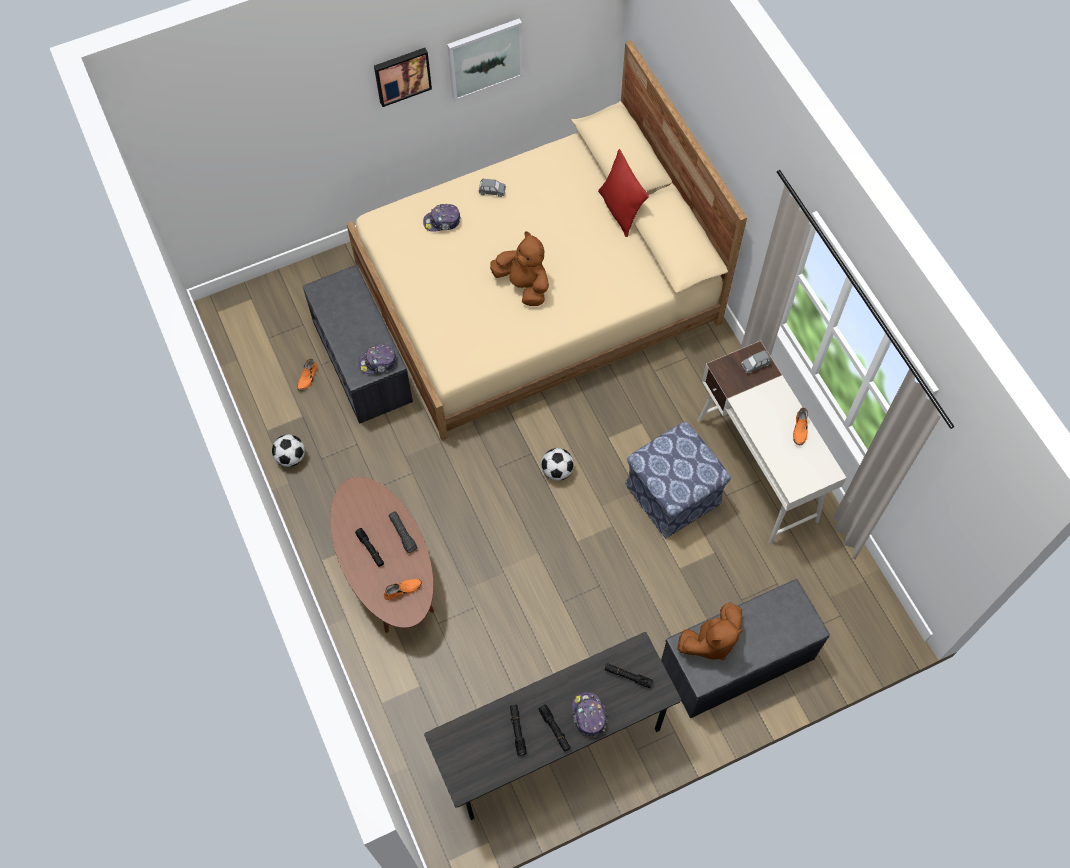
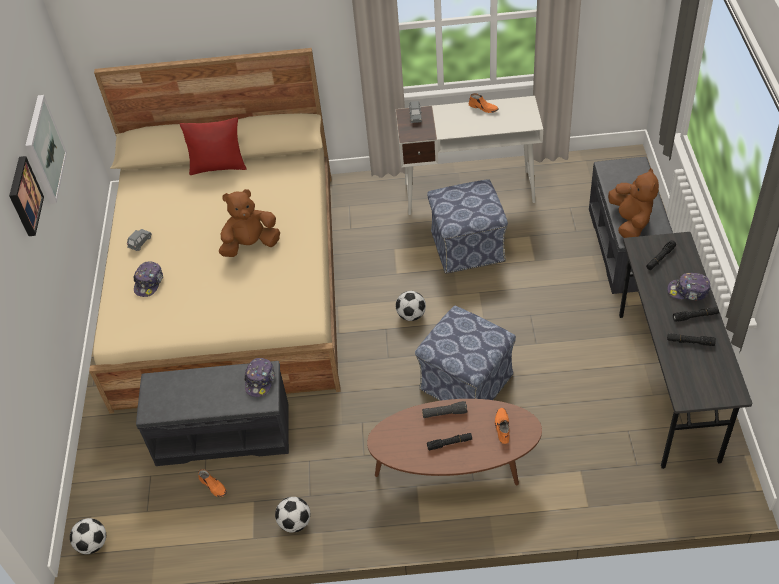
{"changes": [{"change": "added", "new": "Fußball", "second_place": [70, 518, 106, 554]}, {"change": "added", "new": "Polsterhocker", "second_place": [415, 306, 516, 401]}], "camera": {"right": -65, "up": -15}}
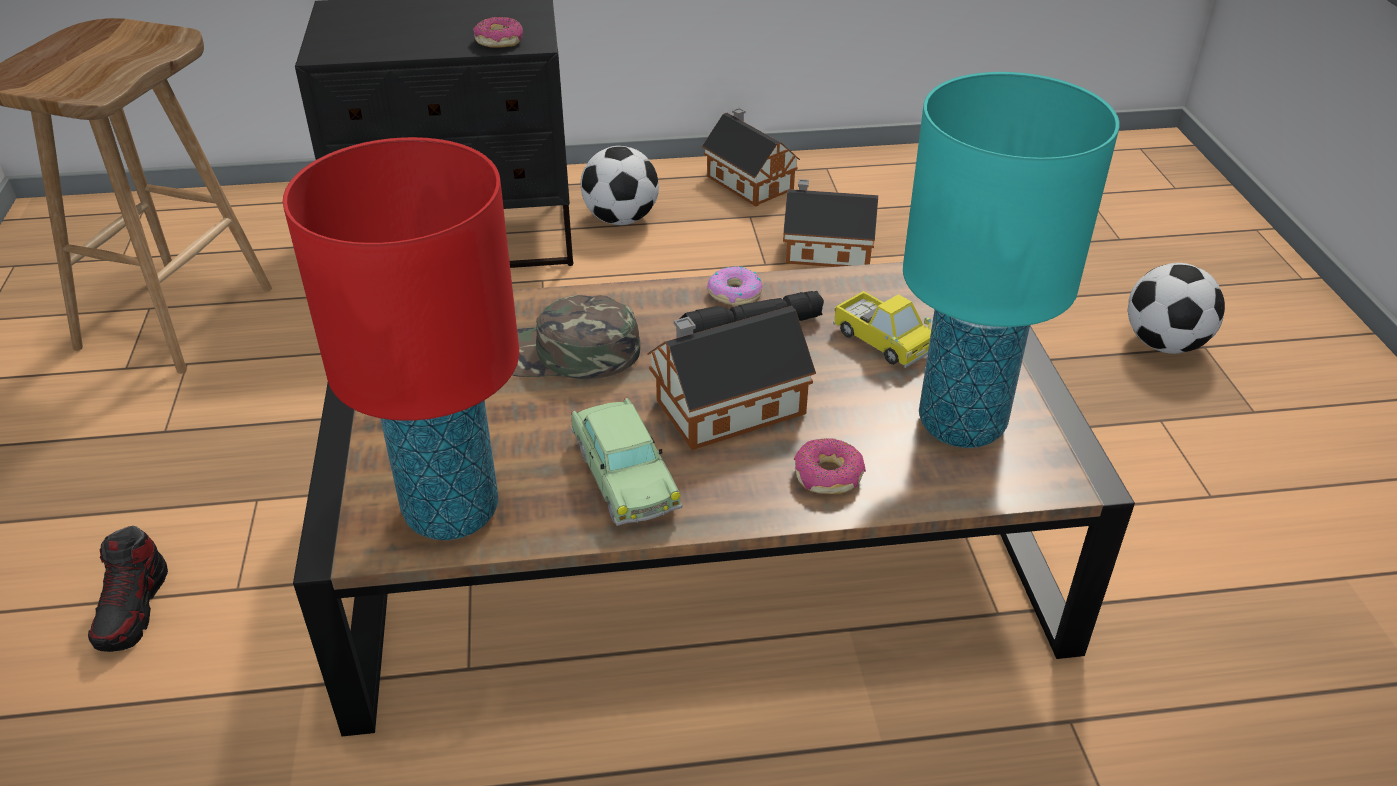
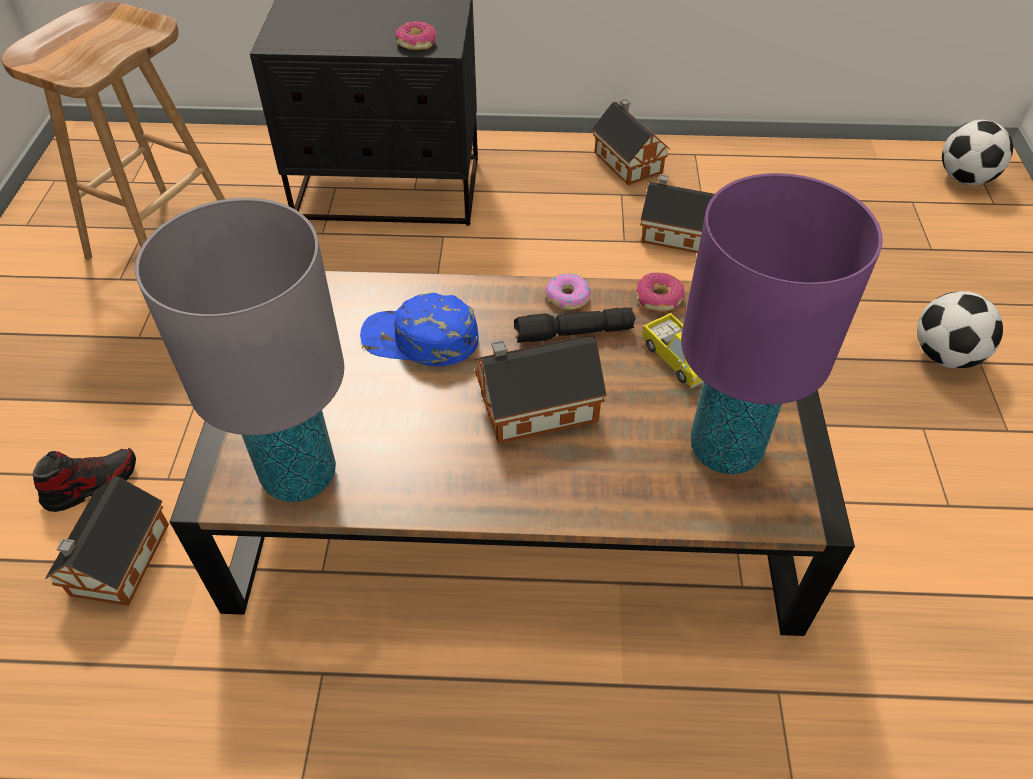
{"changes": [{"change": "turned", "old": "Schuh", "first_place": [88, 526, 168, 652], "second_place": [33, 448, 136, 512], "degrees": -135}, {"change": "recoloured", "old": "Tischlampe/rot", "new": "Tischlampe/grau", "first_place": [283, 137, 519, 541], "second_place": [135, 198, 344, 502]}, {"change": "recoloured", "old": "Kappe/grün", "new": "Kappe/blau", "first_place": [512, 295, 640, 379], "second_place": [360, 293, 479, 366]}, {"change": "removed", "old": "Spielzeugauto", "first_place": [571, 398, 682, 526]}, {"change": "moved", "old": "Fußball", "first_place": [581, 146, 659, 225], "second_place": [942, 120, 1013, 185]}, {"change": "moved", "old": "Donut", "first_place": [794, 438, 866, 494], "second_place": [636, 273, 685, 311]}, {"change": "recoloured", "old": "Tischlampe/türkis", "new": "Tischlampe/lila", "first_place": [903, 72, 1120, 448], "second_place": [681, 173, 883, 474]}, {"change": "added", "new": "Spielzeughaus", "second_place": [45, 477, 169, 606]}], "camera": {"right": 10, "up": 10}}
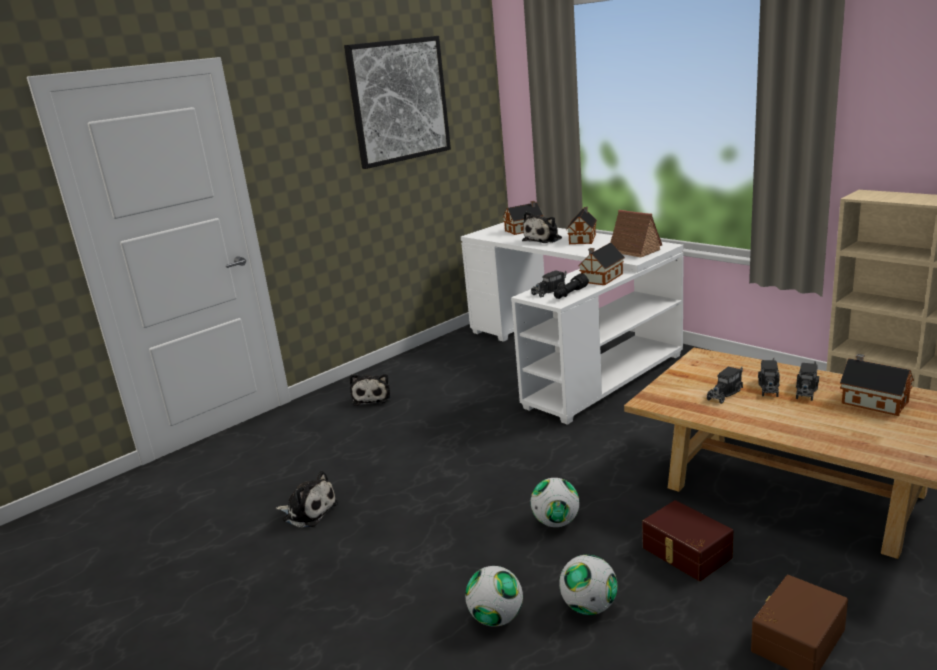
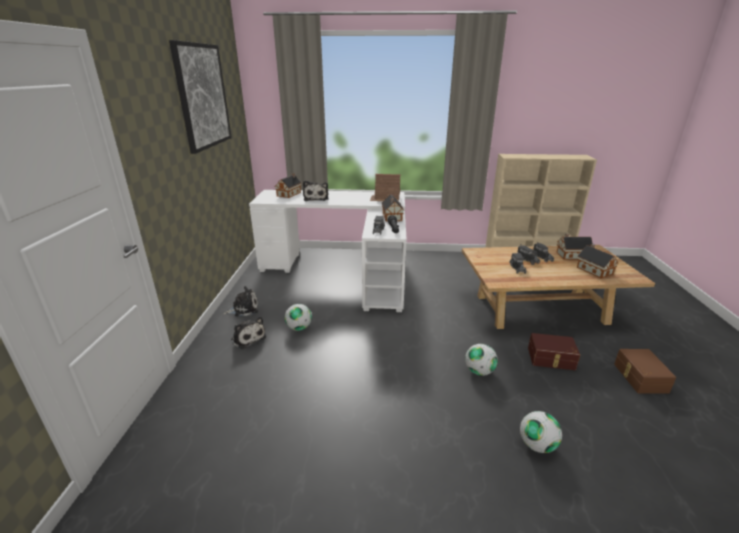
{"changes": [{"change": "moved", "old": "Plüschtier", "first_place": [276, 471, 338, 527], "second_place": [223, 286, 258, 316]}, {"change": "moved", "old": "Fußball", "first_place": [559, 555, 618, 615], "second_place": [285, 304, 312, 331]}, {"change": "moved", "old": "Spielzeughaus", "first_place": [566, 207, 597, 244], "second_place": [577, 244, 618, 279]}], "camera": {"right": -45, "up": 5}}
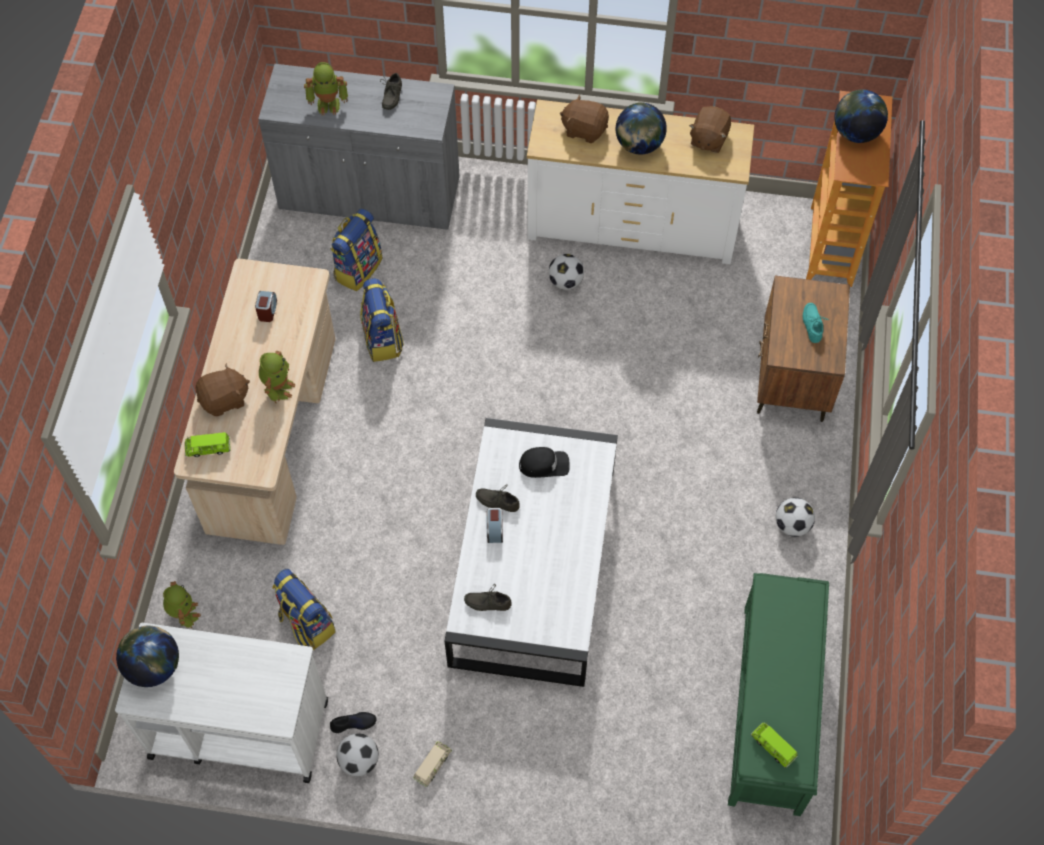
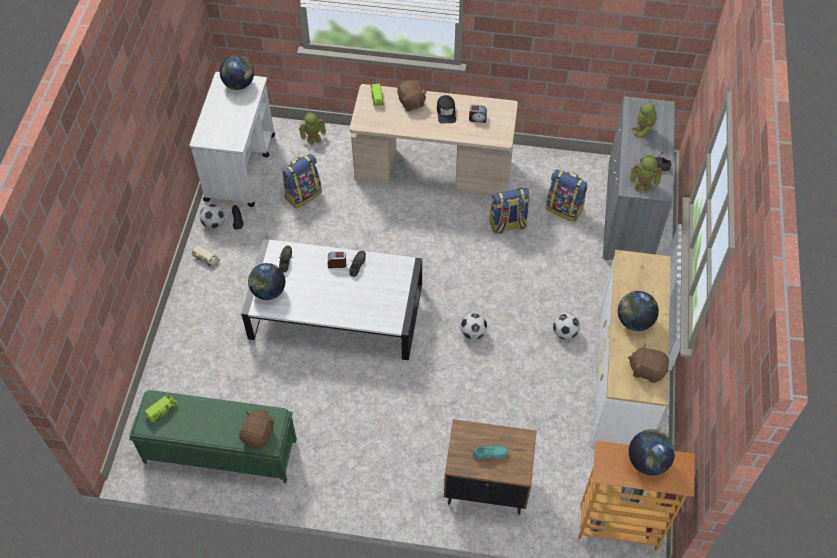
{"changes": [{"change": "moved", "old": "Spielzeugroboter", "first_place": [259, 351, 296, 403], "second_place": [629, 155, 663, 193]}, {"change": "moved", "old": "Kappe/schwarz", "first_place": [519, 447, 570, 478], "second_place": [437, 95, 456, 124]}, {"change": "moved", "old": "Plüschtier/braun", "first_place": [560, 95, 609, 143], "second_place": [239, 410, 274, 447]}, {"change": "moved", "old": "Fußball", "first_place": [776, 498, 815, 537], "second_place": [460, 313, 487, 340]}, {"change": "added", "new": "Globus", "second_place": [248, 263, 285, 300]}], "camera": {"right": 90, "up": -5}}
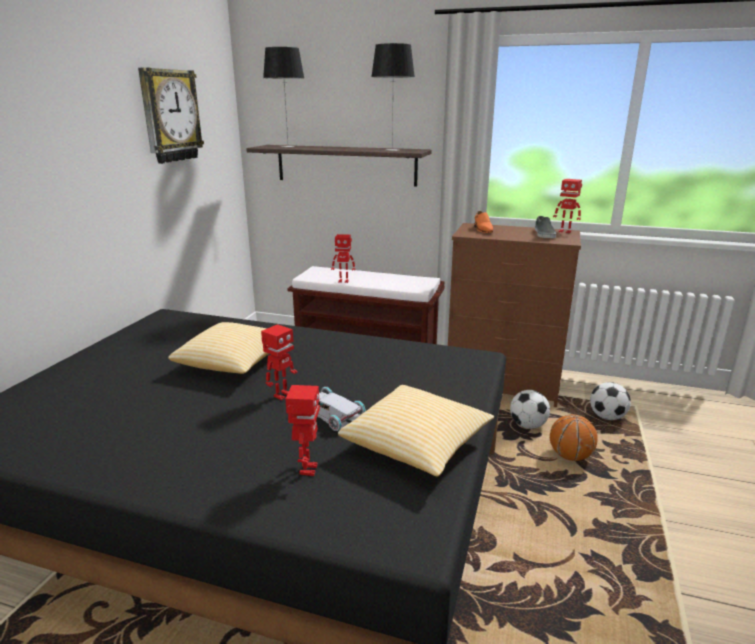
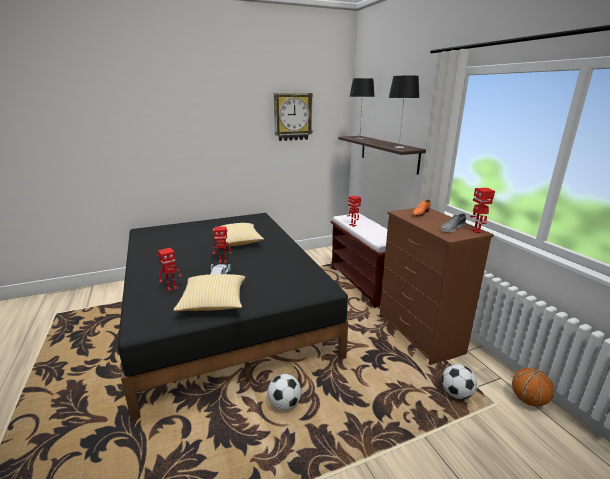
{"changes": [{"change": "moved", "old": "Fußball", "first_place": [510, 390, 550, 429], "second_place": [268, 374, 301, 410]}, {"change": "moved", "old": "Basketball", "first_place": [550, 414, 598, 461], "second_place": [512, 368, 554, 406]}], "camera": {"right": 50, "up": 0}}
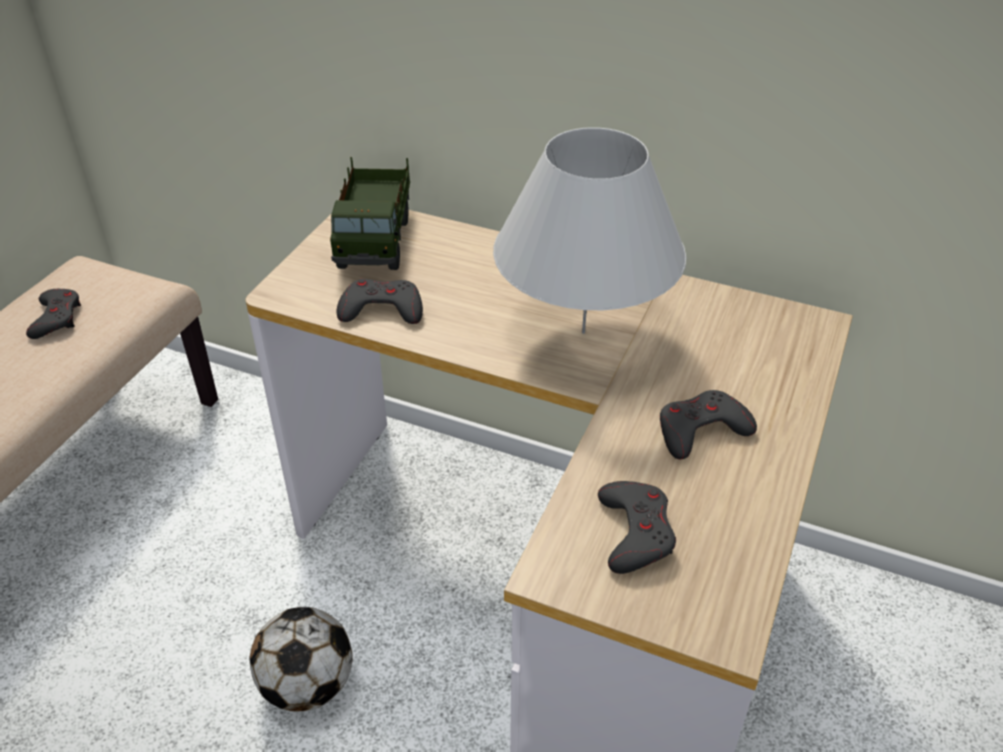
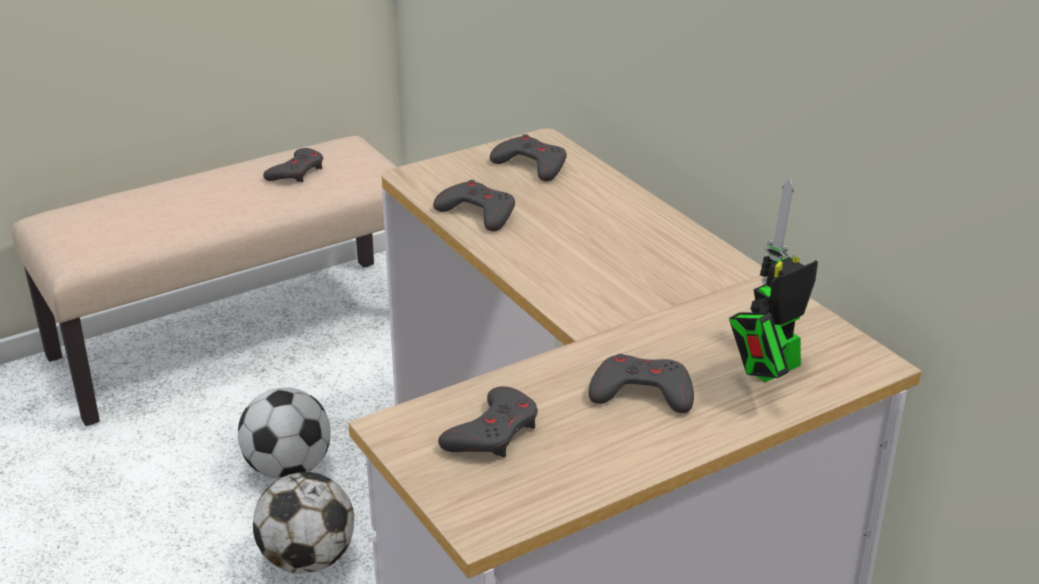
{"changes": [{"change": "replaced", "old": "Spielzeuglaster", "new": "Gamepad/grau", "first_place": [330, 157, 410, 270], "second_place": [490, 134, 567, 182]}, {"change": "removed", "old": "Tischlampe/weiß", "first_place": [493, 127, 687, 334]}, {"change": "added", "new": "Fußball", "second_place": [238, 387, 331, 479]}, {"change": "added", "new": "Spielzeugroboter", "second_place": [729, 178, 818, 382]}], "camera": {"right": 35, "up": -10}}
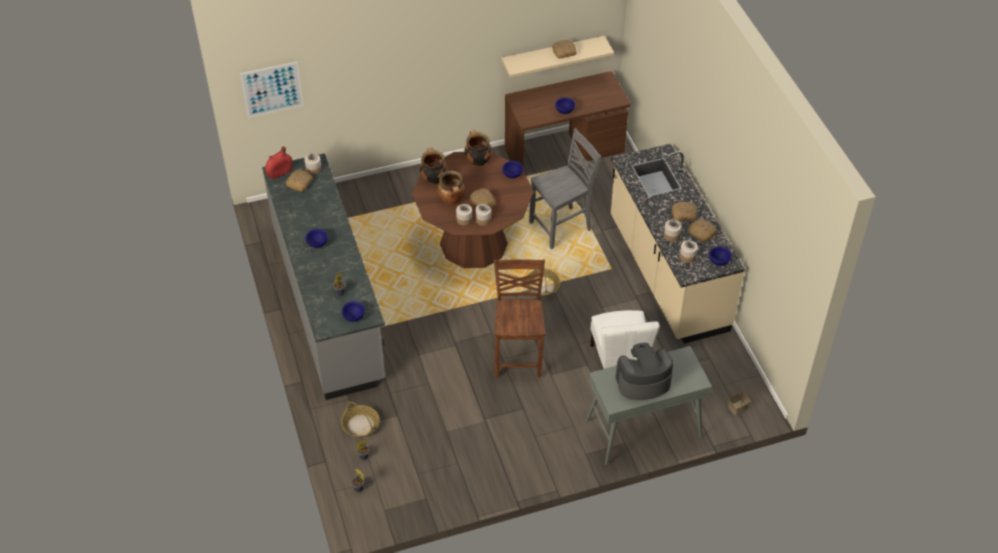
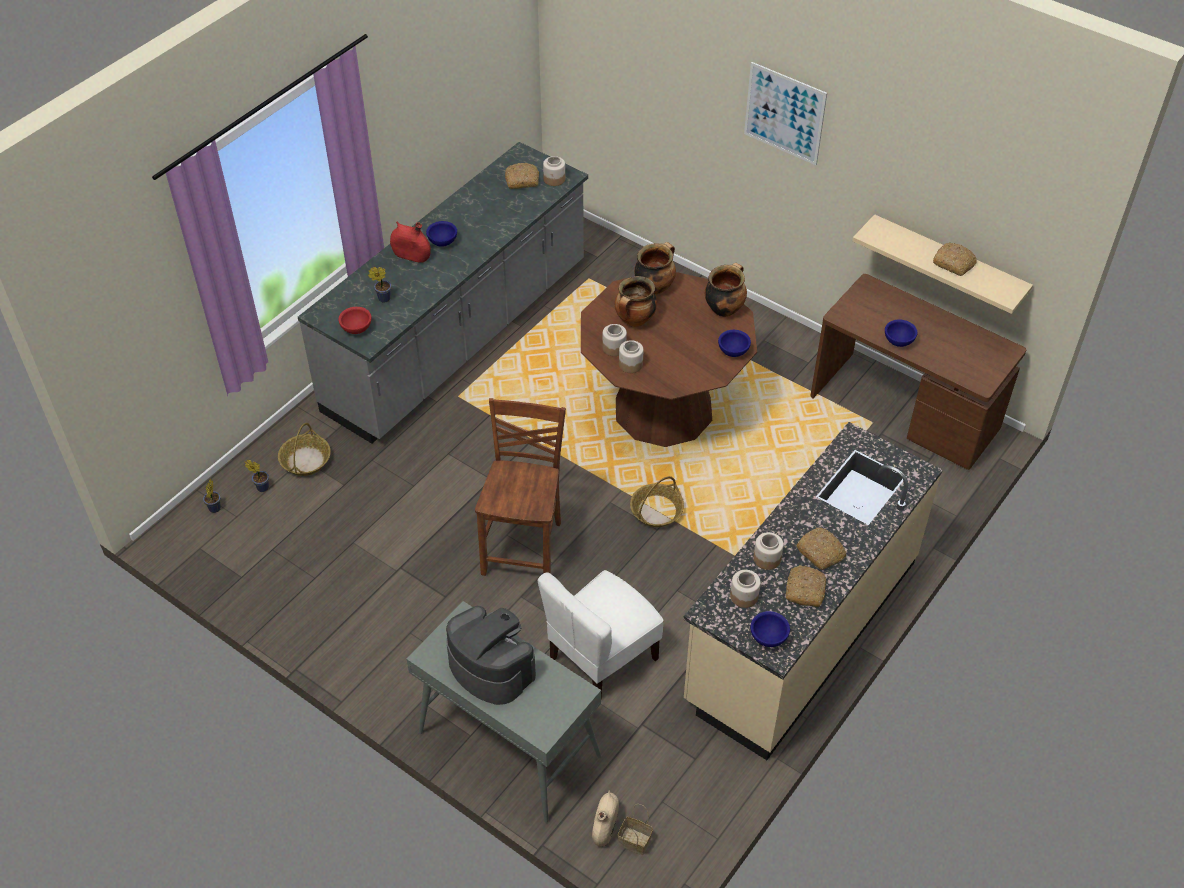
{"changes": [{"change": "moved", "old": "Bild", "first_place": [240, 62, 304, 118], "second_place": [744, 62, 827, 165]}, {"change": "moved", "old": "Vase/rot", "first_place": [265, 147, 293, 179], "second_place": [390, 222, 431, 263]}, {"change": "recoloured", "old": "Schüssel/blau", "new": "Schüssel/rot", "first_place": [341, 301, 365, 322], "second_place": [338, 307, 372, 334]}, {"change": "removed", "old": "Brot", "first_place": [469, 188, 496, 208]}, {"change": "turned", "old": "Stuhl/braun", "first_place": [494, 259, 545, 378], "second_place": [475, 398, 566, 576], "degrees": -45}, {"change": "removed", "old": "Stuhl/grau", "first_place": [529, 128, 601, 249]}, {"change": "added", "new": "Vase/beige", "second_place": [592, 790, 619, 847]}], "camera": {"right": 55, "up": 0}}
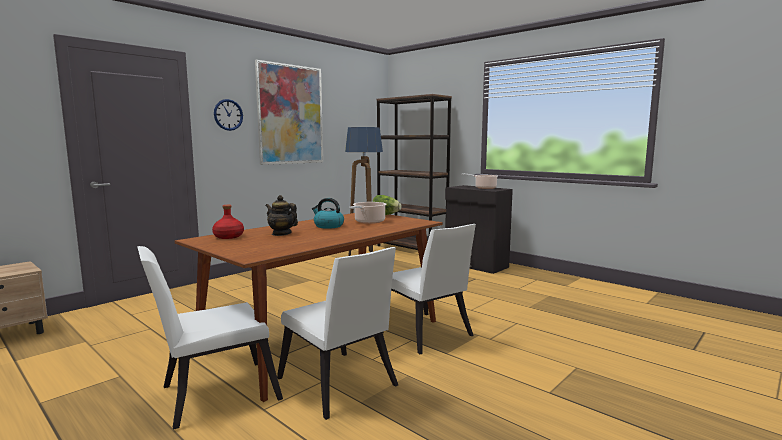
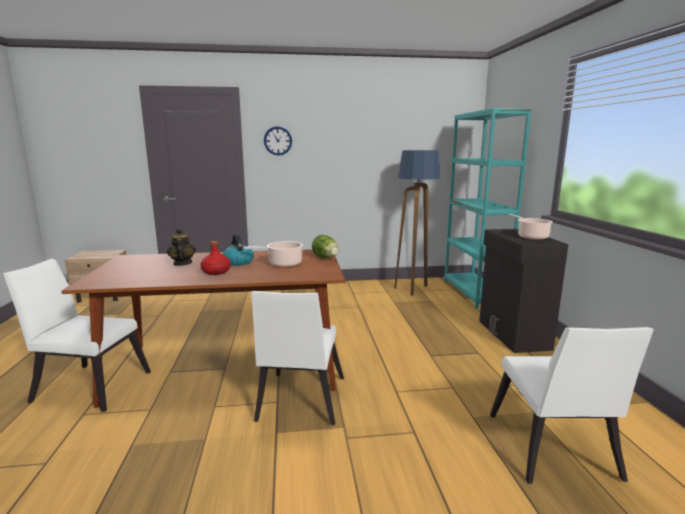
{"changes": [{"change": "moved", "old": "Flasche/rot", "first_place": [212, 205, 244, 239], "second_place": [200, 241, 231, 275]}, {"change": "removed", "old": "Bild", "first_place": [255, 60, 323, 165]}, {"change": "moved", "old": "Stuhl/weiß", "first_place": [277, 247, 398, 420], "second_place": [490, 327, 654, 484]}, {"change": "recoloured", "old": "Bücherregal/braun", "new": "Bücherregal/türkis", "first_place": [376, 94, 452, 250], "second_place": [444, 108, 532, 309]}], "camera": {"right": 40, "up": 5}}
